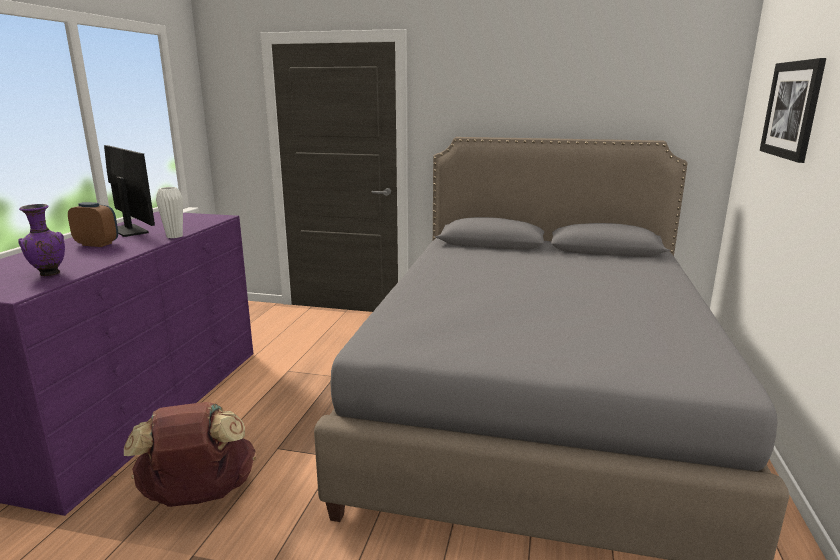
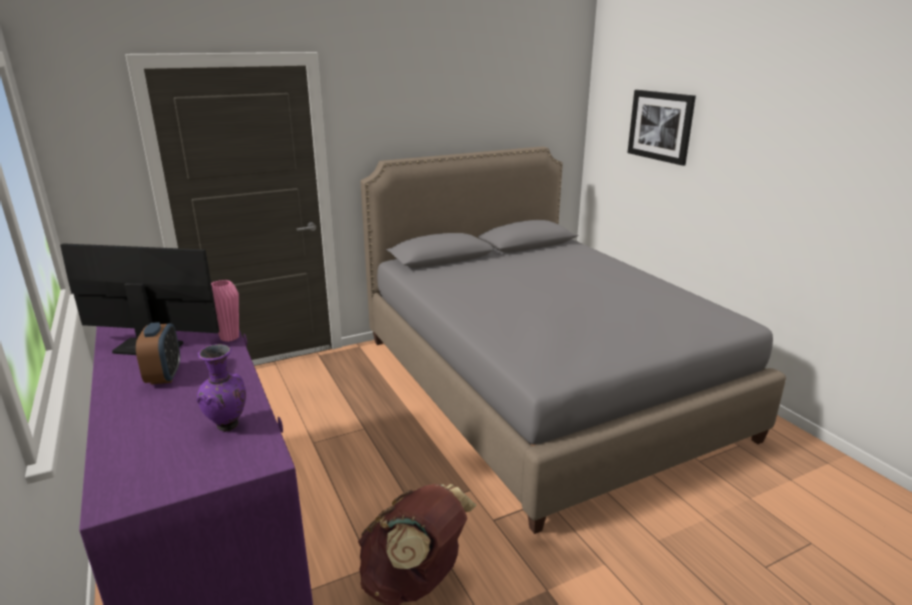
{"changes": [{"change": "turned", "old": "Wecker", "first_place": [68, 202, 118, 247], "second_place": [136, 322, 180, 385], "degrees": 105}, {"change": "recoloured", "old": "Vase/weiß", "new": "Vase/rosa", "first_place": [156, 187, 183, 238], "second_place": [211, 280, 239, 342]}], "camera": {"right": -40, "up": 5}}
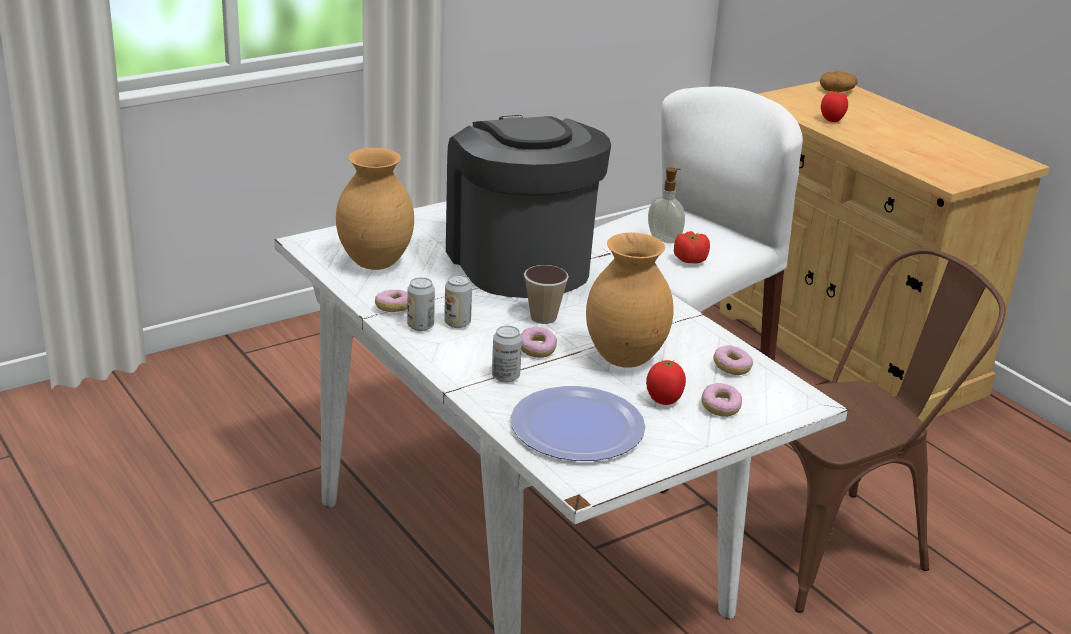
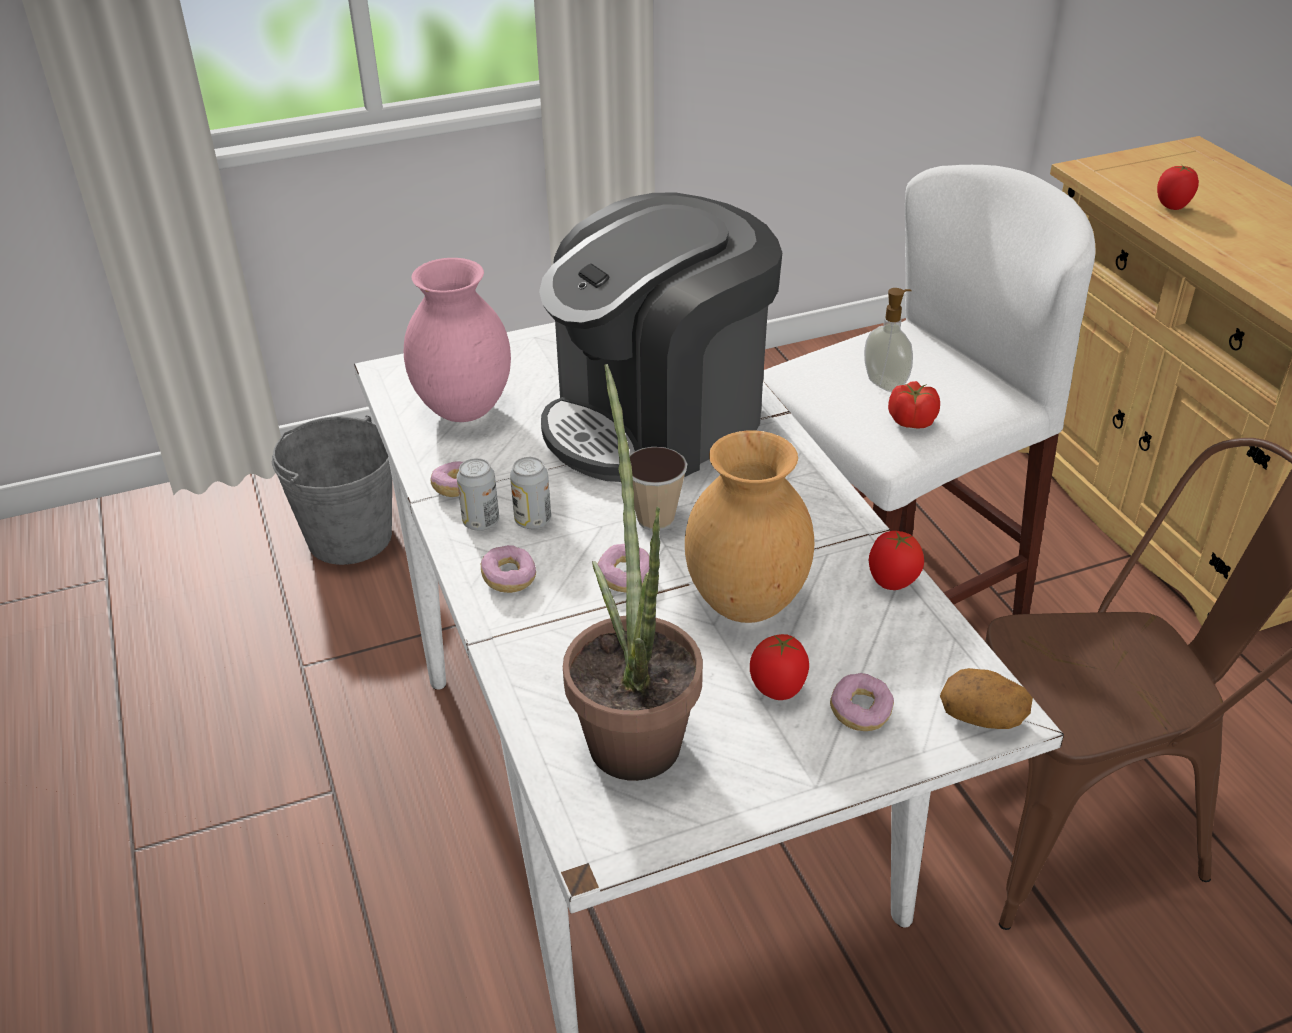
{"changes": [{"change": "recoloured", "old": "Vase/braun", "new": "Vase/rosa", "first_place": [336, 148, 414, 270], "second_place": [404, 258, 511, 422]}, {"change": "turned", "old": "Kaffeemaschine", "first_place": [446, 115, 611, 298], "second_place": [539, 193, 782, 482], "degrees": -120}, {"change": "removed", "old": "Dose", "first_place": [492, 326, 522, 382]}, {"change": "replaced", "old": "Teller", "new": "Topfpflanze", "first_place": [511, 386, 646, 461], "second_place": [563, 364, 703, 781]}, {"change": "moved", "old": "Donut", "first_place": [713, 345, 753, 375], "second_place": [481, 545, 536, 593]}, {"change": "moved", "old": "Kartoffel", "first_place": [820, 71, 857, 92], "second_place": [940, 668, 1033, 729]}, {"change": "added", "new": "Eimer/grau", "second_place": [272, 415, 392, 565]}, {"change": "added", "new": "Tomate", "second_place": [869, 531, 924, 590]}], "camera": {"right": 15, "up": 10}}
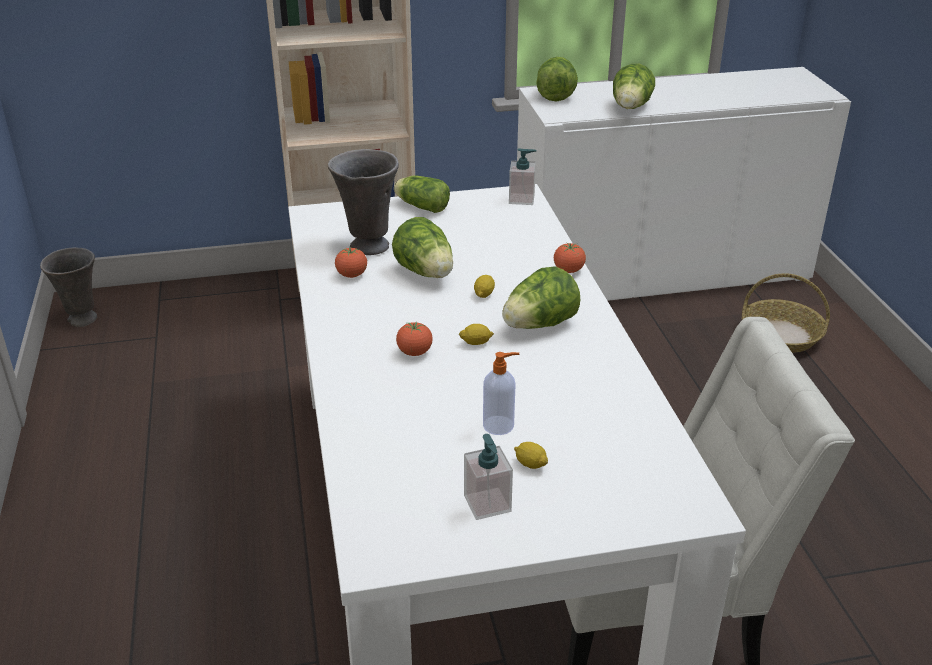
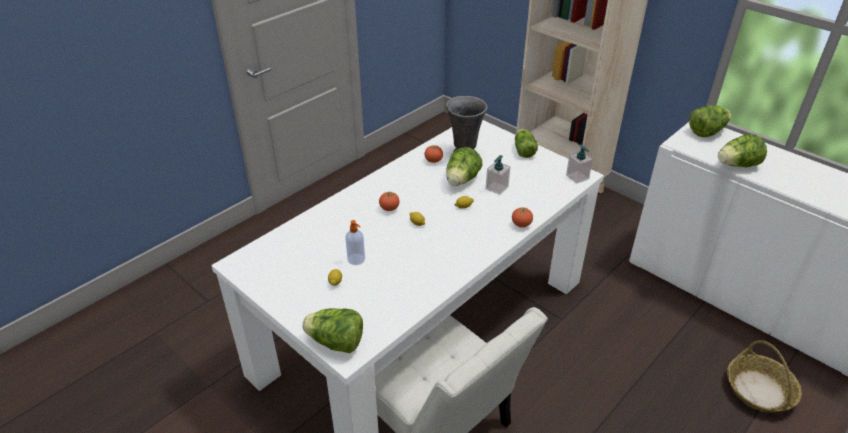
{"changes": [{"change": "removed", "old": "Vase/grau", "first_place": [40, 247, 97, 327]}, {"change": "moved", "old": "Seifenspender", "first_place": [464, 434, 513, 520], "second_place": [486, 155, 510, 195]}, {"change": "moved", "old": "Salatkopf", "first_place": [502, 266, 580, 329], "second_place": [302, 308, 363, 353]}], "camera": {"right": 55, "up": 5}}
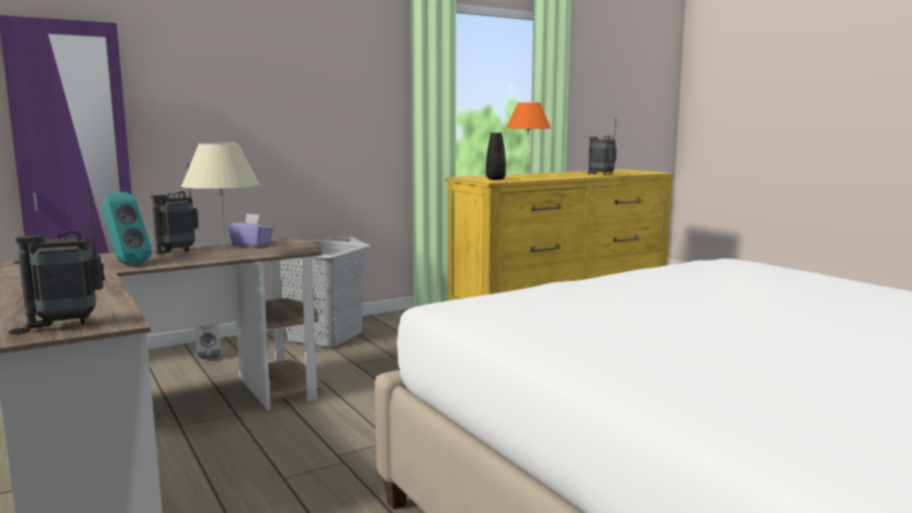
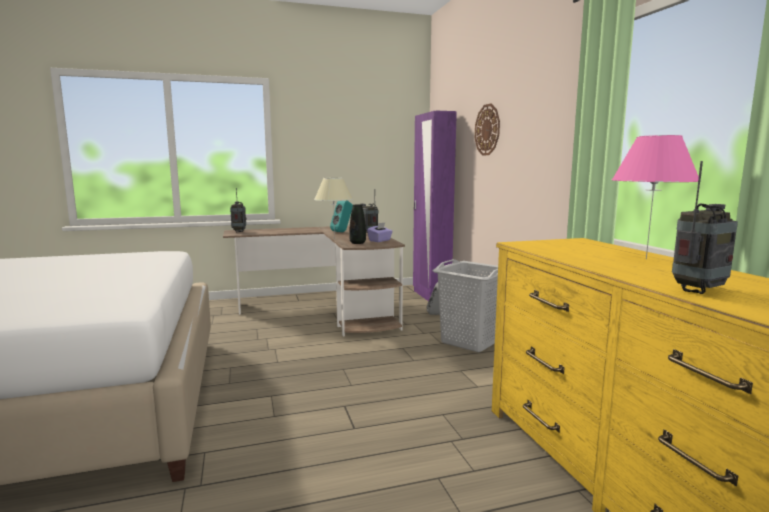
{"changes": [{"change": "moved", "old": "Vase/schwarz", "first_place": [486, 133, 506, 180], "second_place": [349, 205, 366, 244]}, {"change": "recoloured", "old": "Tischlampe/orange", "new": "Tischlampe/rosa", "first_place": [506, 102, 551, 175], "second_place": [612, 135, 701, 259]}, {"change": "added", "new": "Wanduhr", "second_place": [475, 103, 500, 155]}], "camera": {"right": 105, "up": 0}}
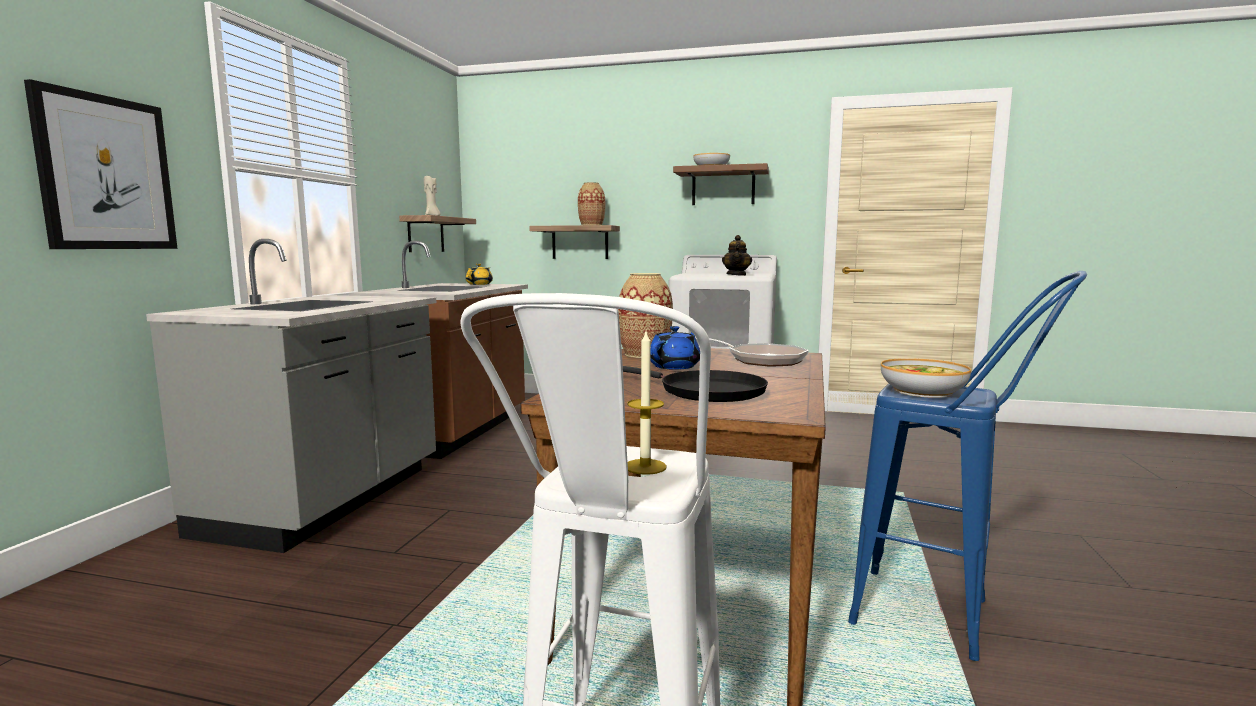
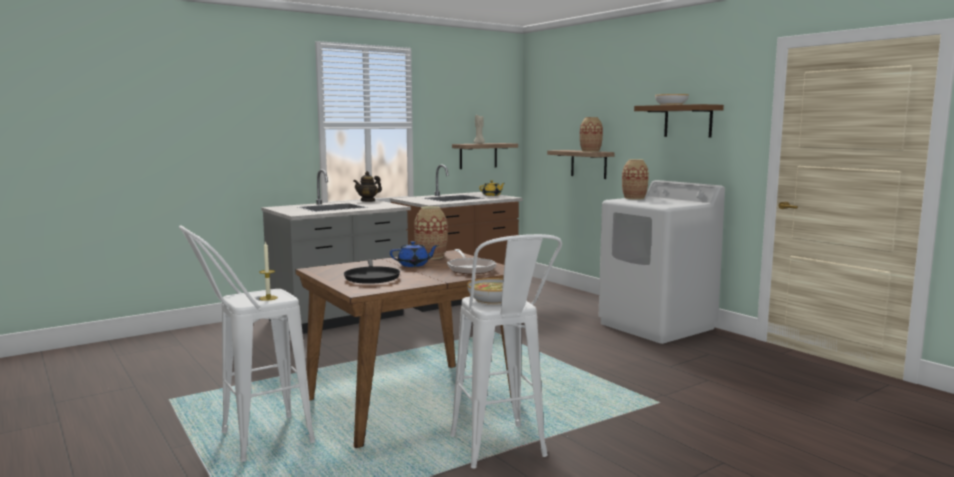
{"changes": [{"change": "removed", "old": "Bild", "first_place": [24, 79, 177, 249]}, {"change": "moved", "old": "Teekanne", "first_place": [722, 235, 752, 276], "second_place": [353, 171, 382, 202]}, {"change": "recoloured", "old": "Hocker/blau", "new": "Hocker/weiß", "first_place": [848, 271, 1087, 661], "second_place": [450, 234, 562, 469]}, {"change": "added", "new": "Vase", "second_place": [622, 159, 649, 200]}], "camera": {"right": 40, "up": 0}}
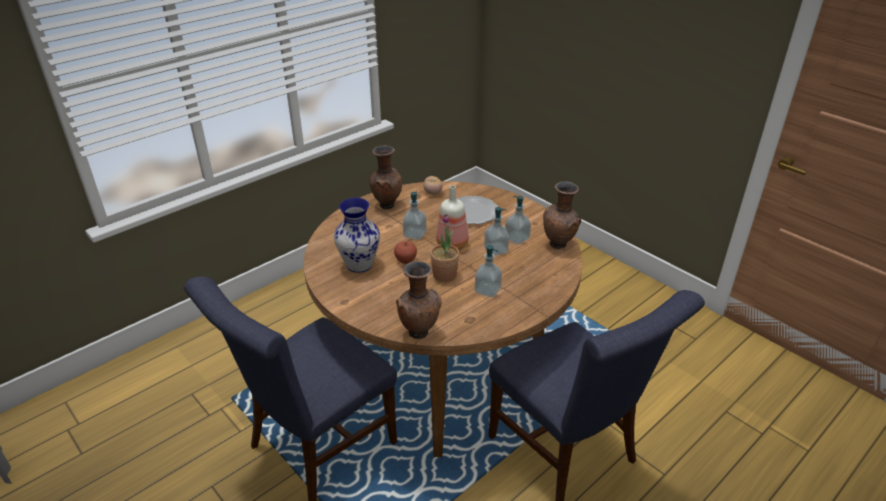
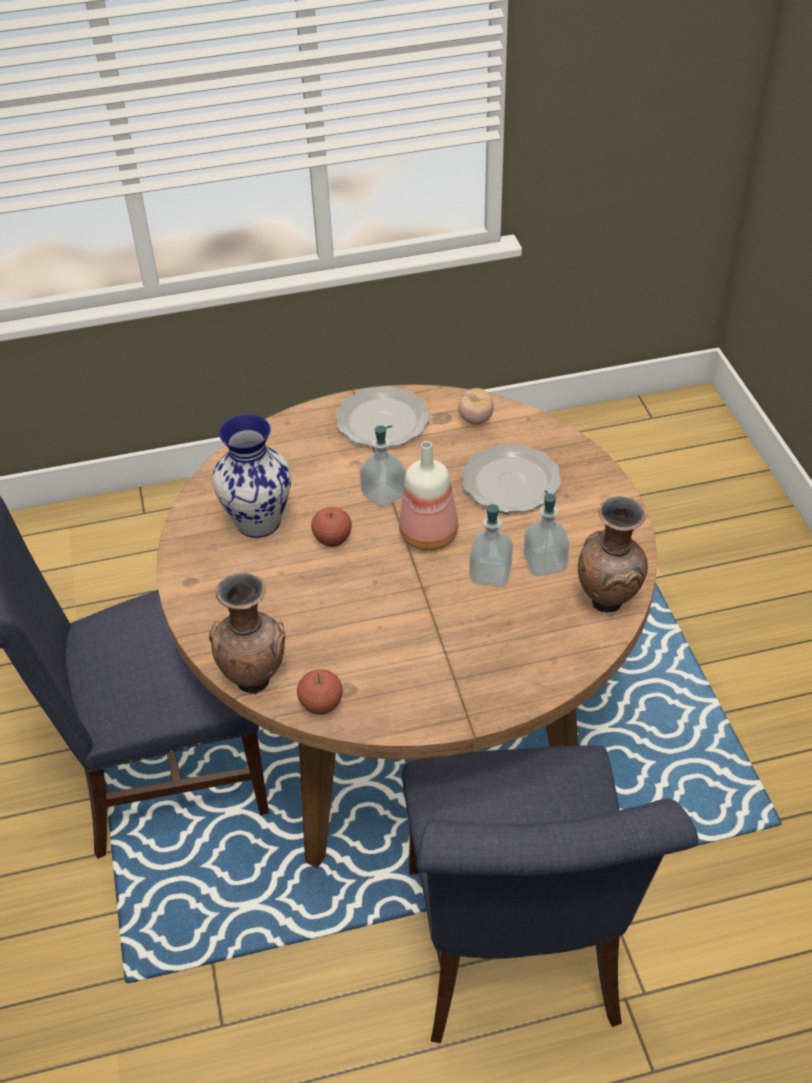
{"changes": [{"change": "replaced", "old": "Vase/braun", "new": "Teller", "first_place": [369, 145, 402, 209], "second_place": [335, 386, 430, 448]}, {"change": "removed", "old": "Topfpflanze", "first_place": [430, 214, 459, 282]}, {"change": "removed", "old": "Seifenspender", "first_place": [475, 245, 502, 298]}, {"change": "added", "new": "Apfel", "second_place": [297, 669, 343, 715]}], "camera": {"right": 30, "up": 10}}
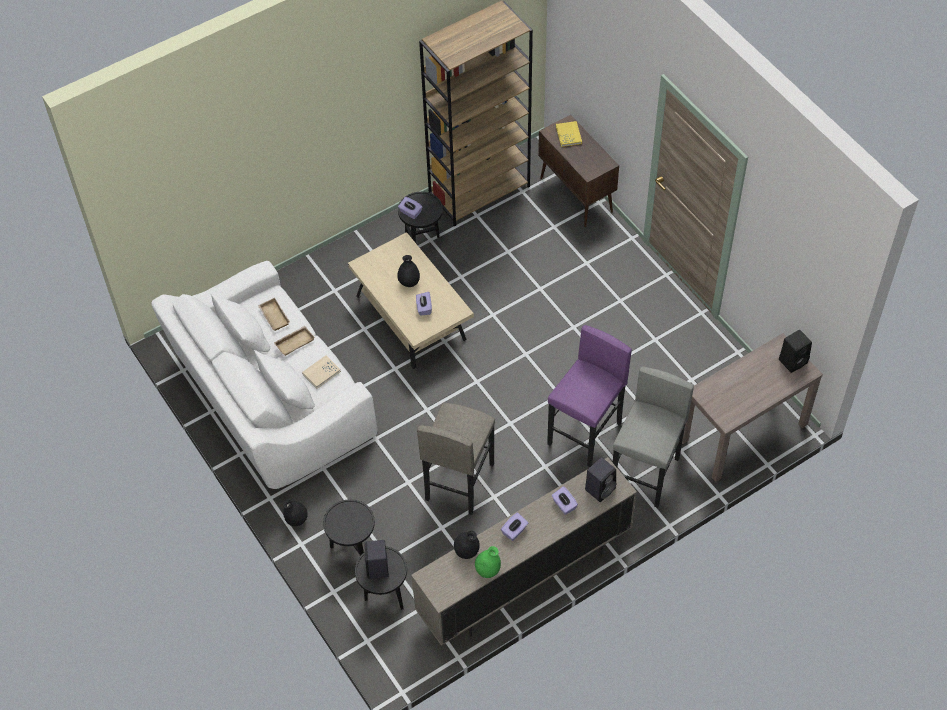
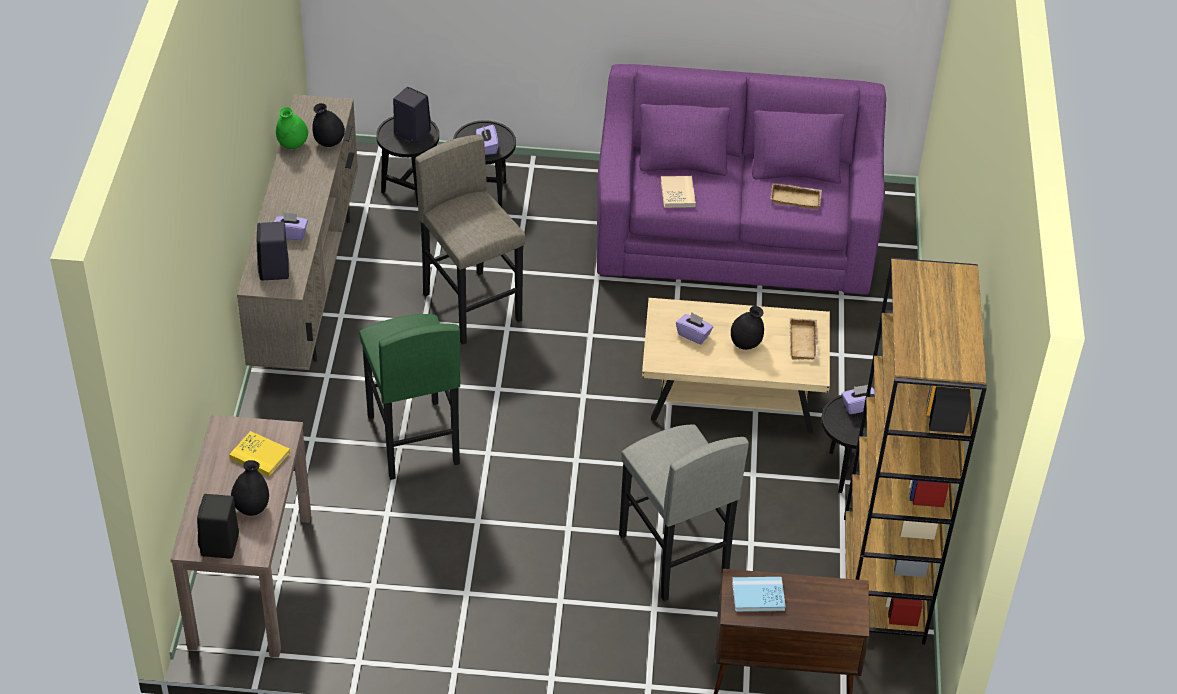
{"changes": [{"change": "recoloured", "old": "Sofa/weiß", "new": "Sofa/lila", "first_place": [151, 261, 377, 489], "second_place": [597, 64, 886, 295]}, {"change": "moved", "old": "Tablett/beige", "first_place": [274, 326, 315, 356], "second_place": [790, 318, 818, 360]}, {"change": "moved", "old": "Vase/schwarz", "first_place": [283, 499, 308, 526], "second_place": [231, 460, 269, 516]}, {"change": "moved", "old": "Taschentuchbox/lila", "first_place": [501, 512, 528, 541], "second_place": [476, 125, 498, 155]}, {"change": "recoloured", "old": "Hocker/lila", "new": "Hocker/grün", "first_place": [547, 325, 632, 467], "second_place": [359, 314, 460, 480]}, {"change": "moved", "old": "Buch/gelb", "first_place": [556, 121, 582, 147], "second_place": [229, 431, 290, 477]}, {"change": "moved", "old": "Hocker/grau", "first_place": [613, 366, 694, 508], "second_place": [619, 425, 749, 601]}, {"change": "added", "new": "Buch/blau", "second_place": [732, 577, 786, 612]}], "camera": {"right": 125, "up": -10}}
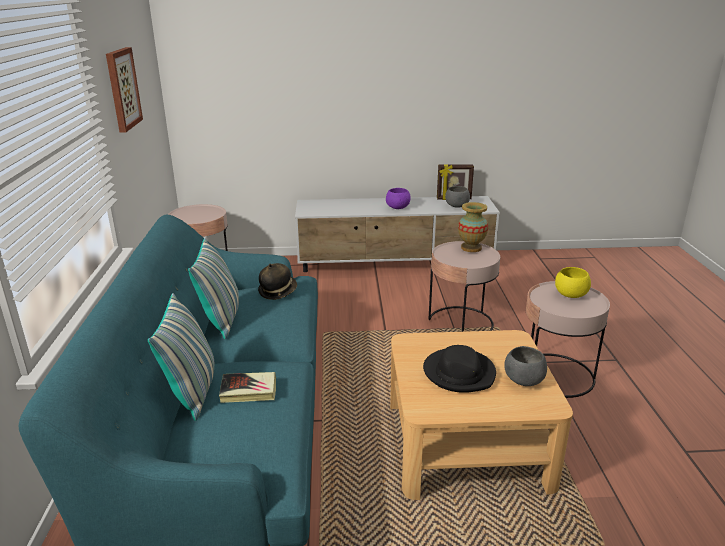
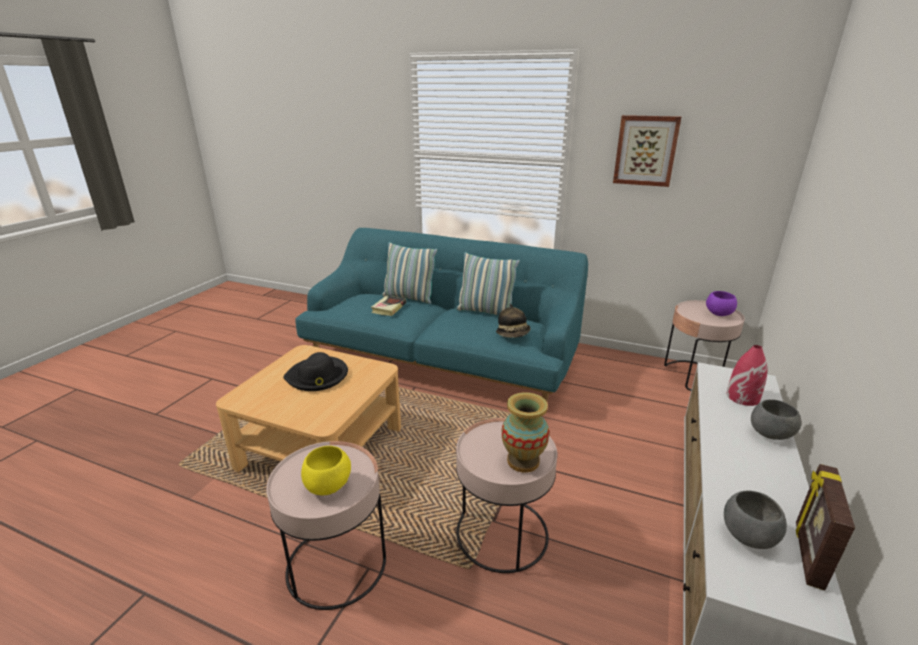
{"changes": [{"change": "moved", "old": "Schüssel/lila", "first_place": [386, 188, 411, 209], "second_place": [706, 291, 737, 316]}, {"change": "moved", "old": "Schüssel/grau", "first_place": [504, 346, 547, 386], "second_place": [751, 399, 801, 440]}, {"change": "added", "new": "Vase/rot", "second_place": [726, 345, 768, 406]}], "camera": {"right": 115, "up": 0}}
